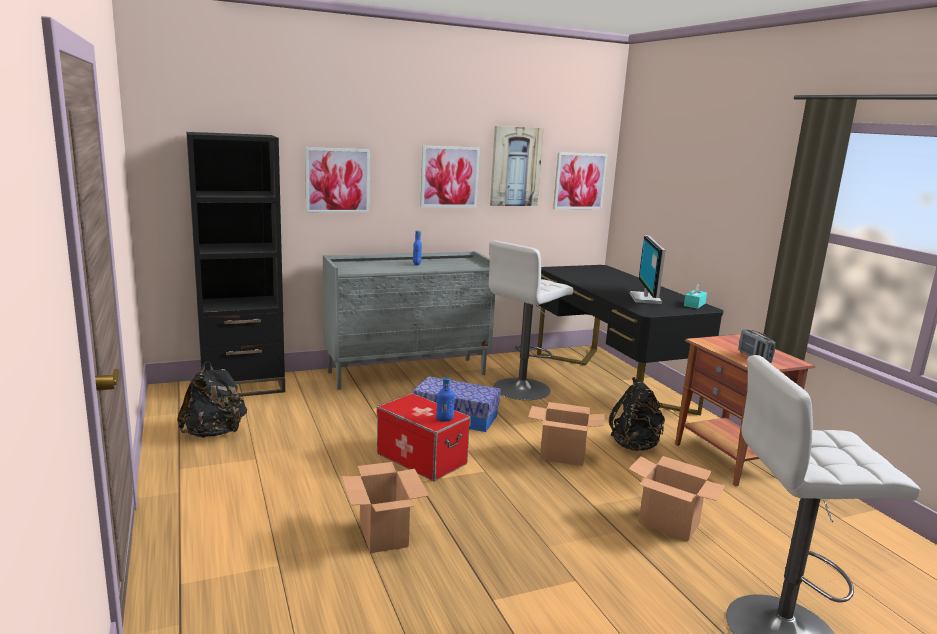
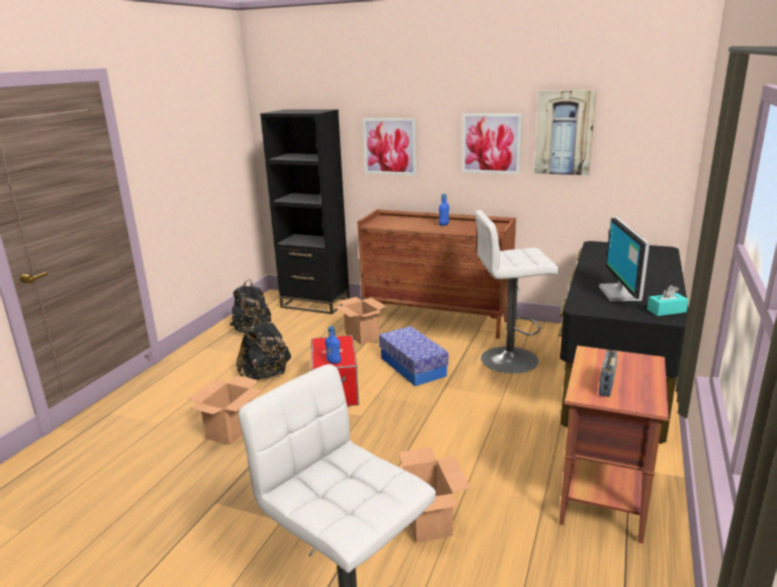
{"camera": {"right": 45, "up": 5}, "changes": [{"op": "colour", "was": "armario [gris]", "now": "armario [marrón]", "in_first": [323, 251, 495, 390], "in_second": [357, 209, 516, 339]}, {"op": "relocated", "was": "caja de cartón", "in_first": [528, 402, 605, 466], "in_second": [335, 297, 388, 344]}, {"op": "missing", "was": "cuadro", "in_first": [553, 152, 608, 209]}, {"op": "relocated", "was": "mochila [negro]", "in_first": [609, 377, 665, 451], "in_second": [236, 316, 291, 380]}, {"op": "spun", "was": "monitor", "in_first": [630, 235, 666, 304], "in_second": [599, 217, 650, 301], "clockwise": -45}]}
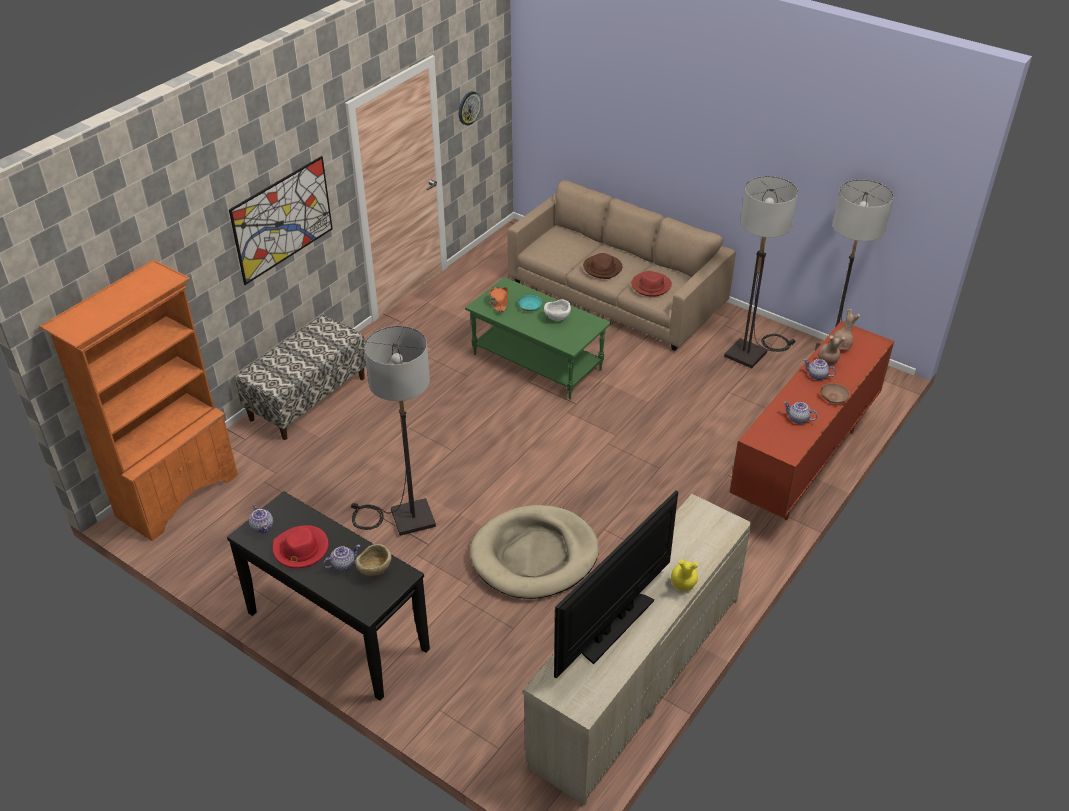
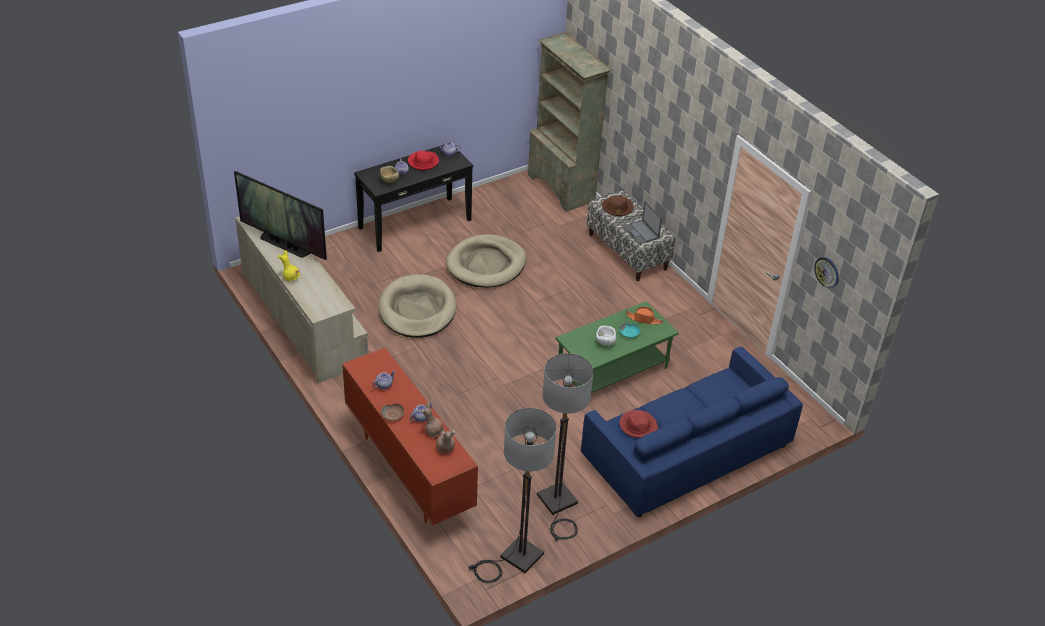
{"camera": {"right": 110, "up": 0}, "changes": [{"op": "colour", "was": "estantería [naranja]", "now": "estantería [verde]", "in_first": [39, 260, 238, 541], "in_second": [528, 32, 612, 212]}, {"op": "missing", "was": "cuadro", "in_first": [229, 156, 333, 285]}, {"op": "exchanged", "was": "lámpara de pie", "now": "cama para perro [beis]", "in_first": [351, 326, 436, 536], "in_second": [446, 234, 526, 288]}, {"op": "colour", "was": "sofá [beis]", "now": "sofá [azul]", "in_first": [507, 180, 736, 351], "in_second": [581, 347, 803, 517]}, {"op": "spun", "was": "televisor", "in_first": [554, 490, 678, 679], "in_second": [234, 171, 327, 260], "clockwise": 150}, {"op": "relocated", "was": "sombrero [marrón]", "in_first": [583, 253, 622, 279], "in_second": [601, 195, 634, 216]}, {"op": "appeared", "now": "portátil", "in_second": [623, 201, 662, 244]}]}
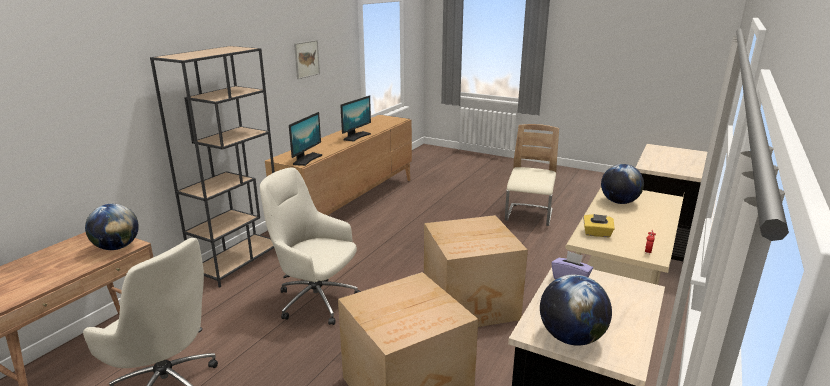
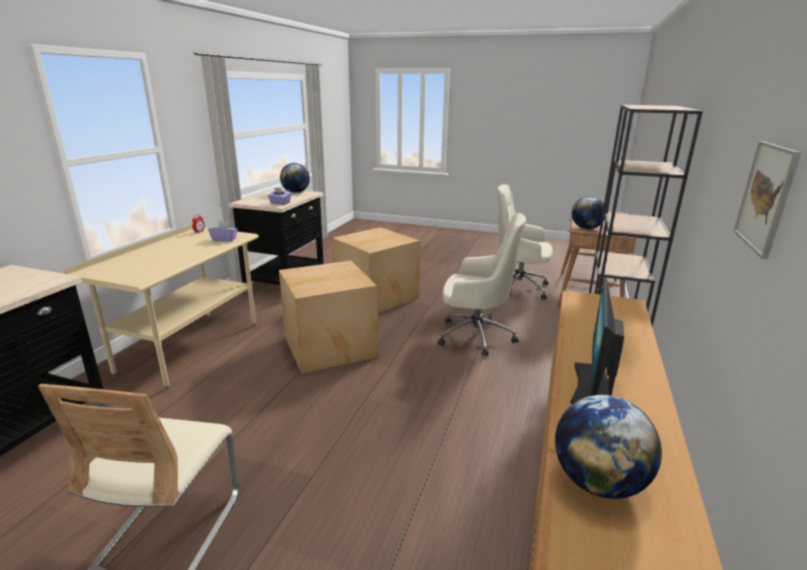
{"camera": {"right": 170, "up": 0}, "changes": [{"op": "missing", "was": "monitor", "in_first": [289, 112, 322, 166]}, {"op": "colour", "was": "caja de pañuelos [amarillo]", "now": "caja de pañuelos [morado]", "in_first": [583, 214, 615, 237], "in_second": [208, 221, 238, 242]}, {"op": "relocated", "was": "globo terráqueo", "in_first": [601, 164, 644, 204], "in_second": [555, 395, 662, 499]}]}
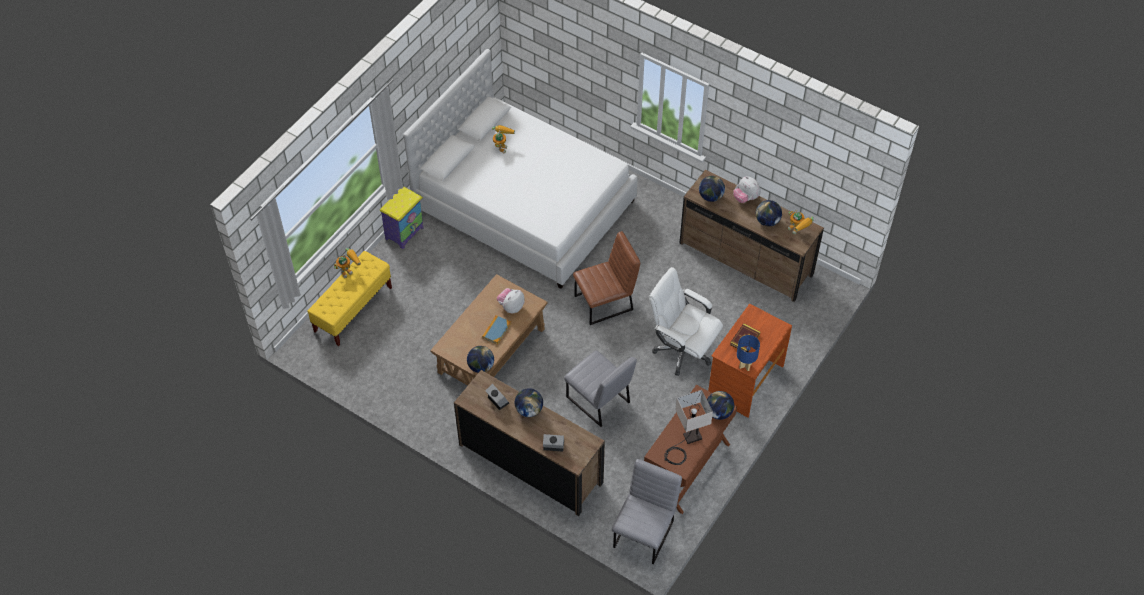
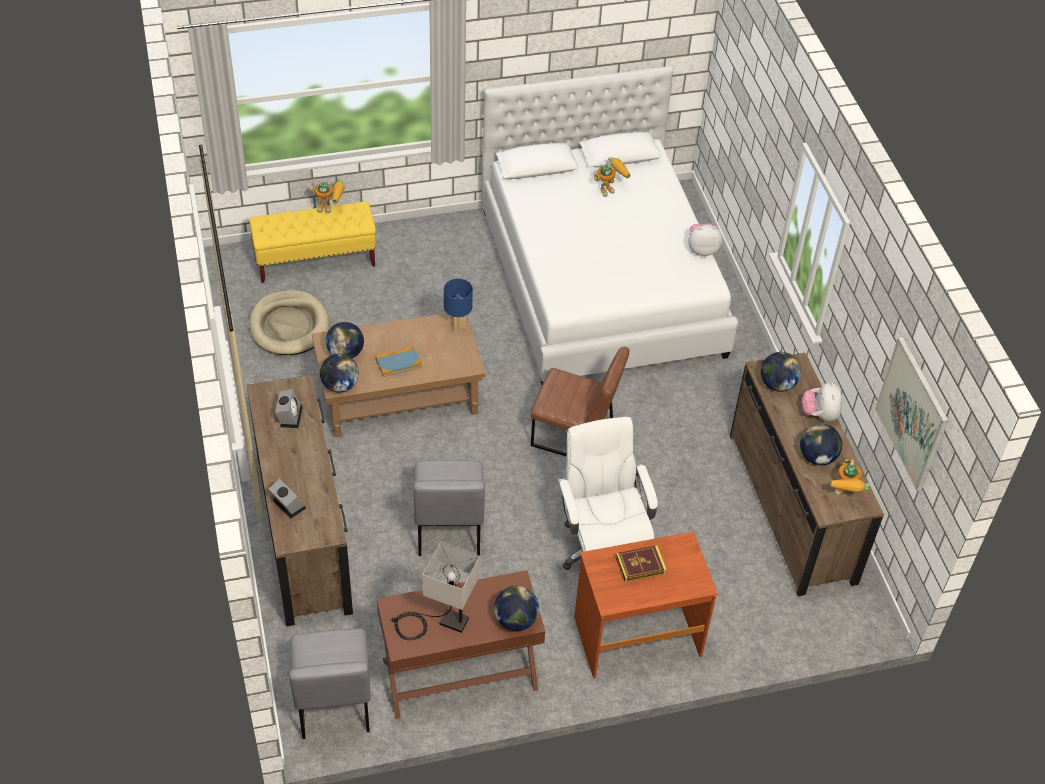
{"camera": {"right": 40, "up": -5}, "changes": [{"op": "missing", "was": "mesita de noche", "in_first": [380, 186, 423, 249]}, {"op": "relocated", "was": "peluche", "in_first": [497, 288, 525, 313], "in_second": [688, 223, 723, 256]}, {"op": "relocated", "was": "globo terráqueo", "in_first": [515, 388, 543, 417], "in_second": [326, 322, 364, 358]}, {"op": "spun", "was": "silla [gris]", "in_first": [612, 459, 682, 564], "in_second": [289, 628, 371, 739], "clockwise": 105}, {"op": "relocated", "was": "lámpara de mesa [azul]", "in_first": [737, 335, 760, 371], "in_second": [444, 278, 473, 332]}, {"op": "appeared", "now": "cama para perro [beis]", "in_second": [249, 290, 329, 355]}, {"op": "appeared", "now": "cuadro", "in_second": [875, 337, 949, 491]}]}
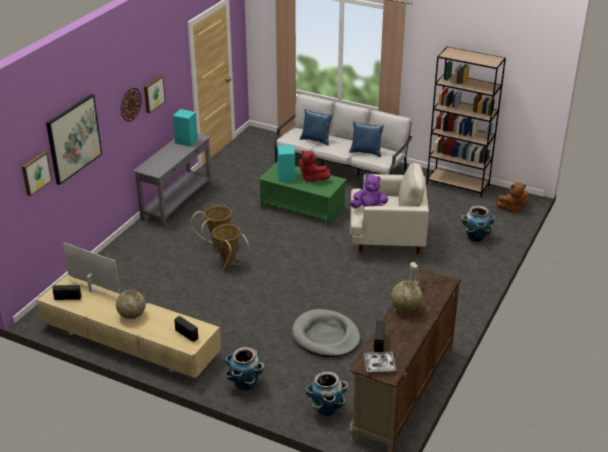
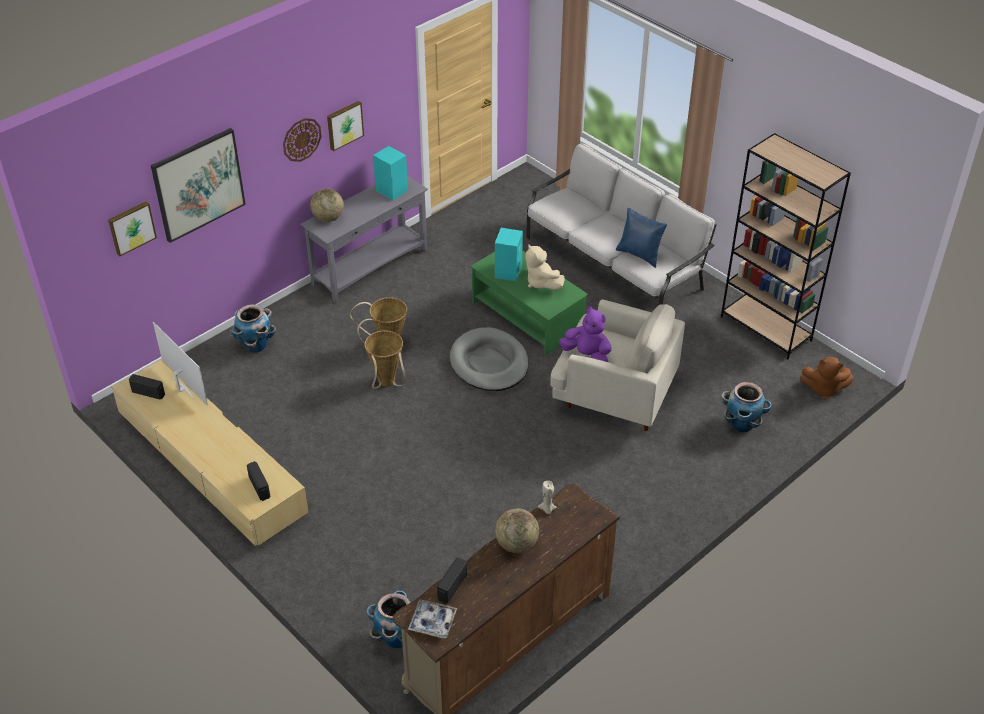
{"camera": {"right": 20, "up": 10}, "changes": [{"op": "relocated", "was": "globo terráqueo", "in_first": [116, 290, 146, 319], "in_second": [310, 188, 344, 222]}, {"op": "relocated", "was": "maceta", "in_first": [225, 347, 265, 391], "in_second": [230, 304, 276, 353]}, {"op": "relocated", "was": "cama para perro [gris]", "in_first": [292, 309, 360, 357], "in_second": [450, 327, 528, 391]}, {"op": "colour", "was": "peluche [rojo]", "now": "peluche [beis]", "in_first": [299, 150, 330, 183], "in_second": [525, 245, 565, 290]}, {"op": "missing", "was": "cojín [azul]", "in_first": [300, 109, 333, 146]}]}
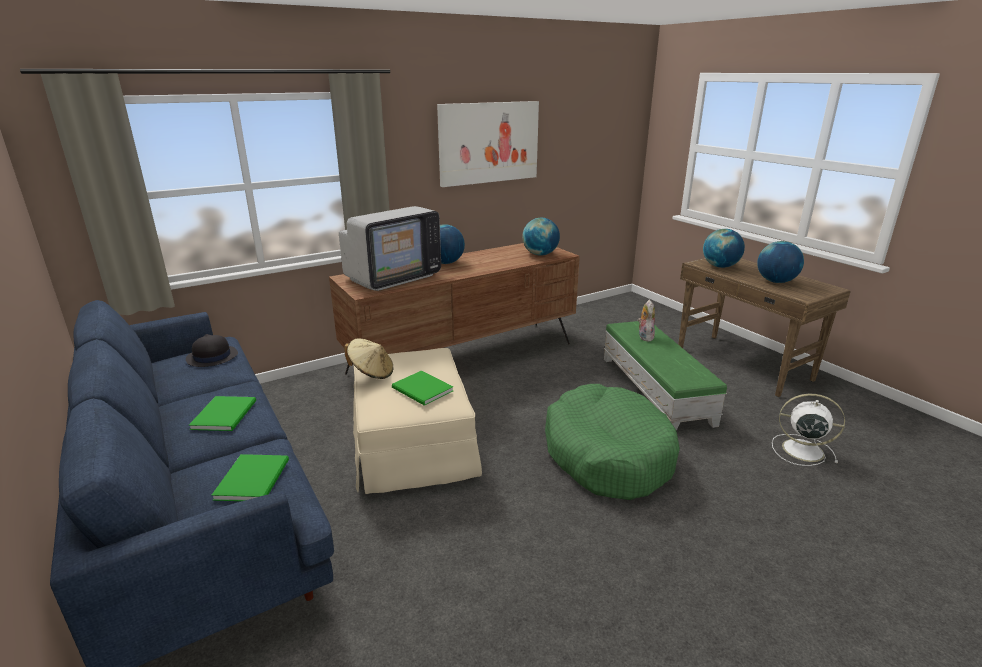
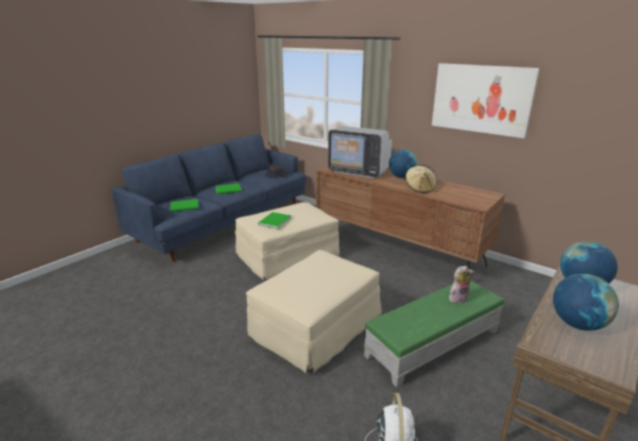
{"camera": {"right": 70, "up": 0}, "changes": [{"op": "relocated", "was": "sombrero [beis]", "in_first": [344, 338, 394, 379], "in_second": [405, 166, 437, 193]}, {"op": "missing", "was": "globo terráqueo", "in_first": [522, 218, 560, 256]}, {"op": "exchanged", "was": "cama para perro [verde]", "now": "puf [beis]", "in_first": [545, 384, 680, 500], "in_second": [246, 250, 382, 374]}]}
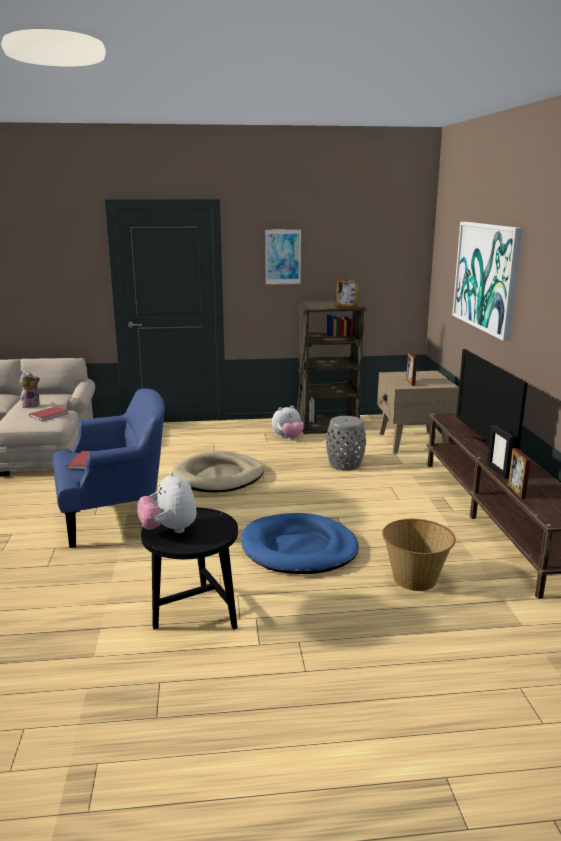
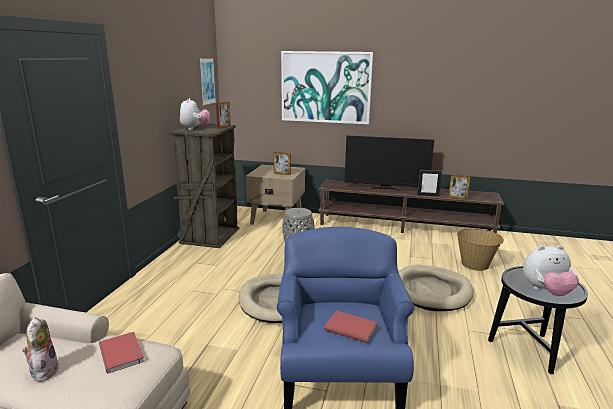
{"camera": {"right": -70, "up": 0}, "changes": [{"op": "colour", "was": "cama para perro [azul]", "now": "cama para perro [beis]", "in_first": [241, 513, 359, 574], "in_second": [398, 265, 473, 311]}, {"op": "relocated", "was": "cuadro", "in_first": [265, 229, 301, 285], "in_second": [199, 58, 216, 106]}, {"op": "relocated", "was": "peluche", "in_first": [272, 406, 304, 438], "in_second": [180, 98, 210, 130]}]}
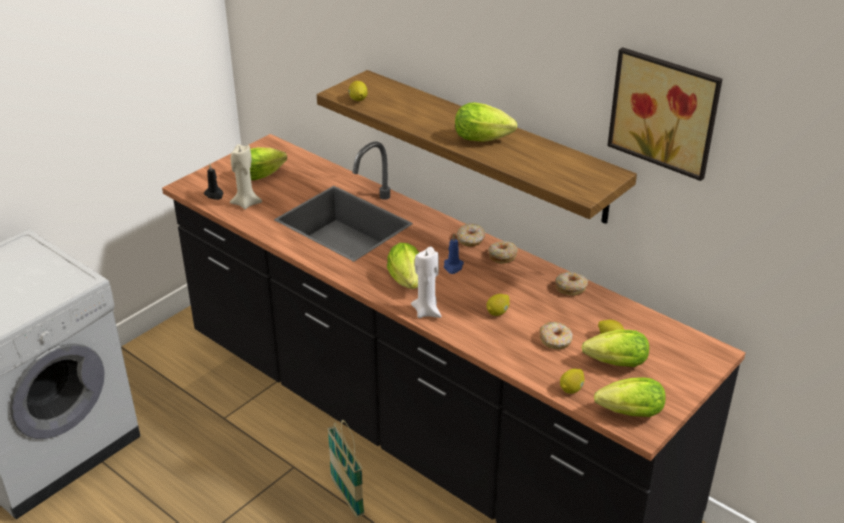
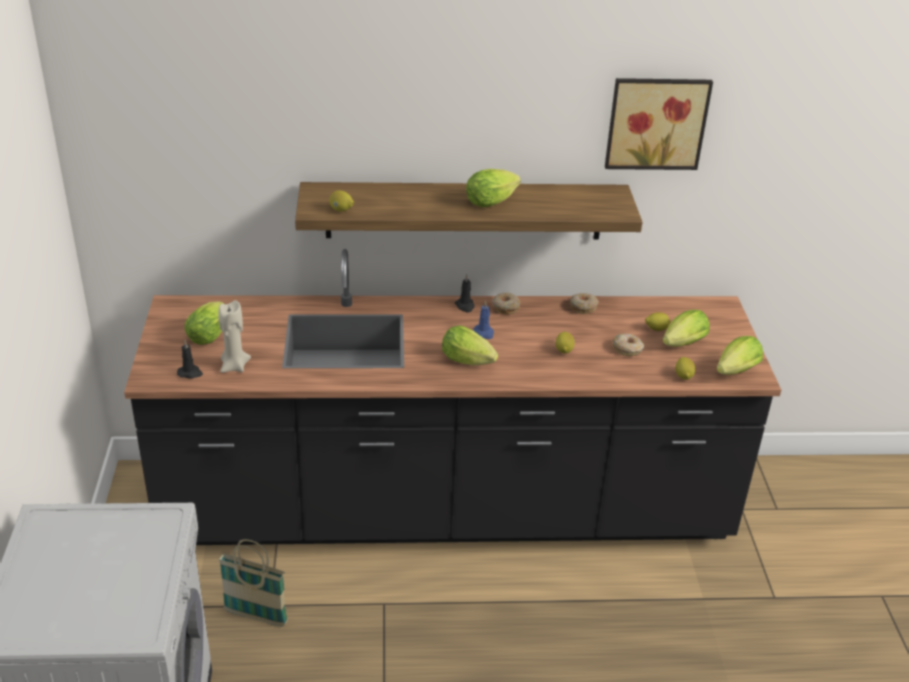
{"camera": {"right": -45, "up": 0}, "changes": [{"op": "relocated", "was": "cesta", "in_first": [327, 420, 365, 517], "in_second": [219, 539, 288, 627]}, {"op": "missing", "was": "vela [blanco]", "in_first": [411, 246, 441, 318]}, {"op": "exchanged", "was": "rosquilla", "now": "vela [negro]", "in_first": [456, 224, 485, 246], "in_second": [455, 274, 475, 312]}]}
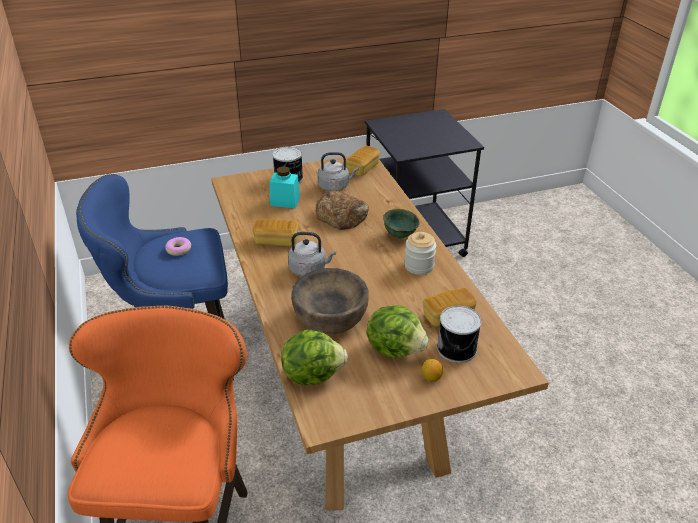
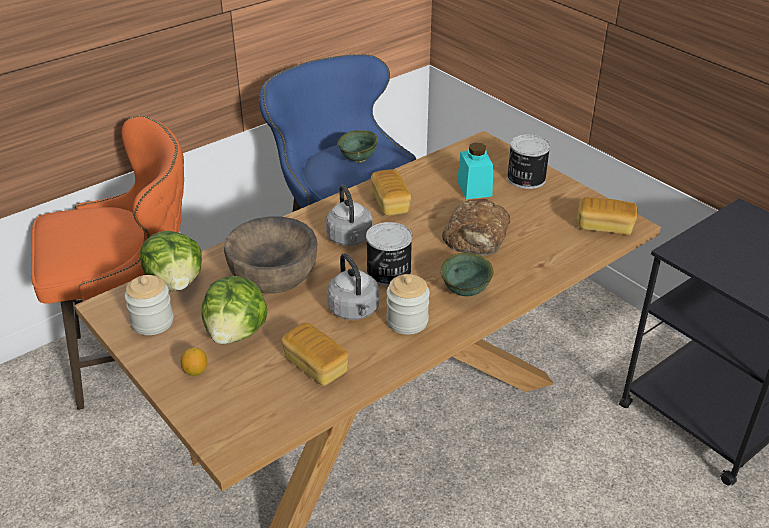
{"camera": {"right": 70, "up": 0}, "changes": [{"op": "exchanged", "was": "rosquilla", "now": "cuenco [verde]", "in_first": [165, 237, 192, 256], "in_second": [337, 130, 378, 163]}, {"op": "relocated", "was": "hervidor [gris]", "in_first": [317, 152, 359, 191], "in_second": [327, 253, 379, 320]}, {"op": "relocated", "was": "lata", "in_first": [437, 306, 482, 363], "in_second": [366, 222, 412, 286]}, {"op": "appeared", "now": "tarro", "in_second": [125, 275, 174, 335]}]}
